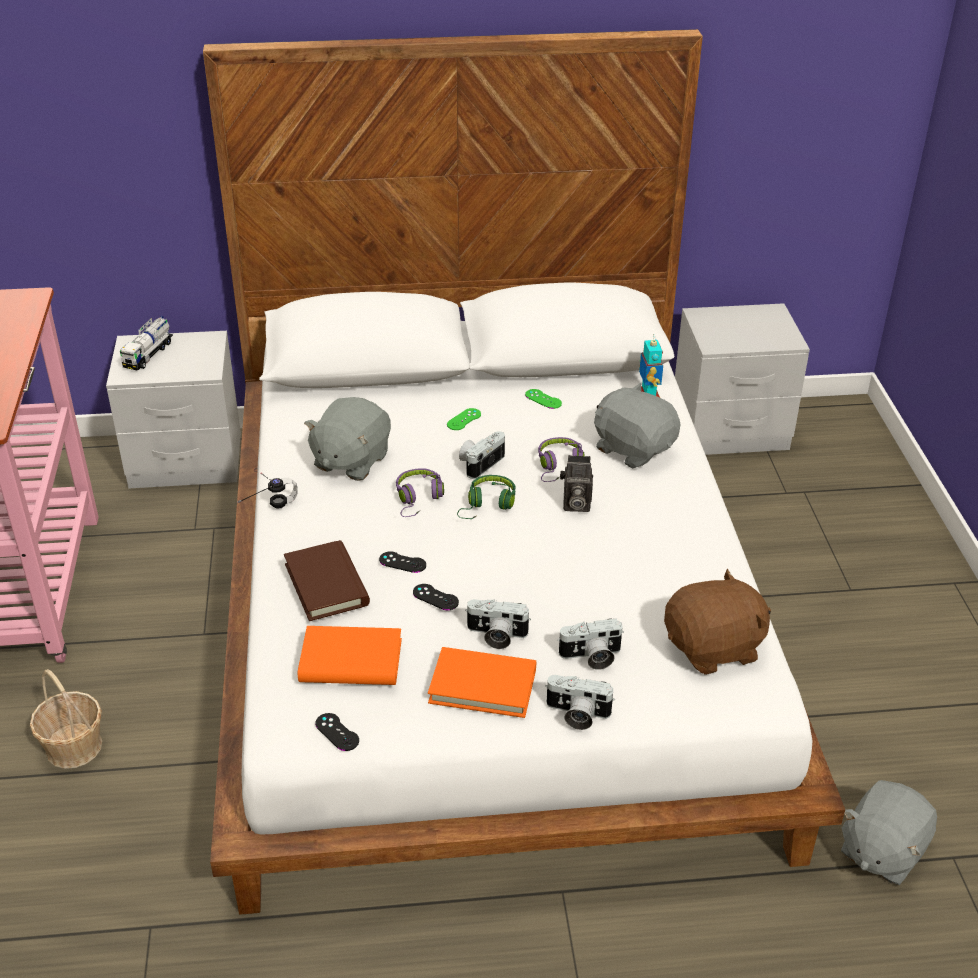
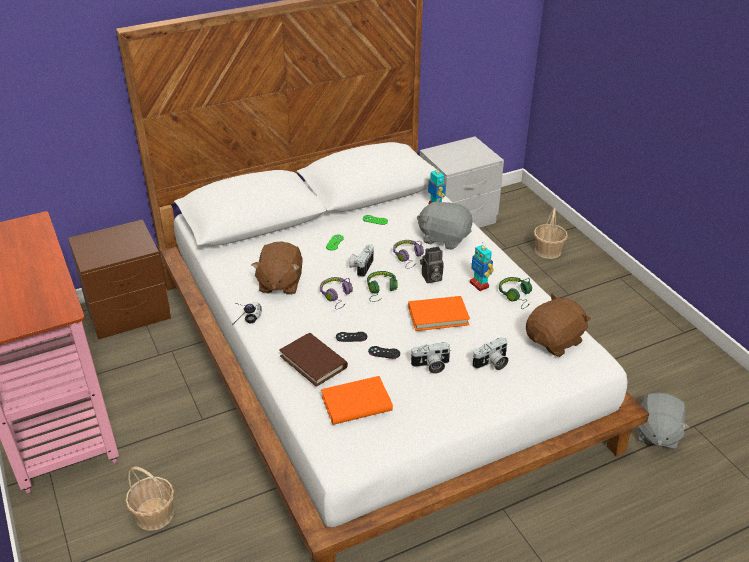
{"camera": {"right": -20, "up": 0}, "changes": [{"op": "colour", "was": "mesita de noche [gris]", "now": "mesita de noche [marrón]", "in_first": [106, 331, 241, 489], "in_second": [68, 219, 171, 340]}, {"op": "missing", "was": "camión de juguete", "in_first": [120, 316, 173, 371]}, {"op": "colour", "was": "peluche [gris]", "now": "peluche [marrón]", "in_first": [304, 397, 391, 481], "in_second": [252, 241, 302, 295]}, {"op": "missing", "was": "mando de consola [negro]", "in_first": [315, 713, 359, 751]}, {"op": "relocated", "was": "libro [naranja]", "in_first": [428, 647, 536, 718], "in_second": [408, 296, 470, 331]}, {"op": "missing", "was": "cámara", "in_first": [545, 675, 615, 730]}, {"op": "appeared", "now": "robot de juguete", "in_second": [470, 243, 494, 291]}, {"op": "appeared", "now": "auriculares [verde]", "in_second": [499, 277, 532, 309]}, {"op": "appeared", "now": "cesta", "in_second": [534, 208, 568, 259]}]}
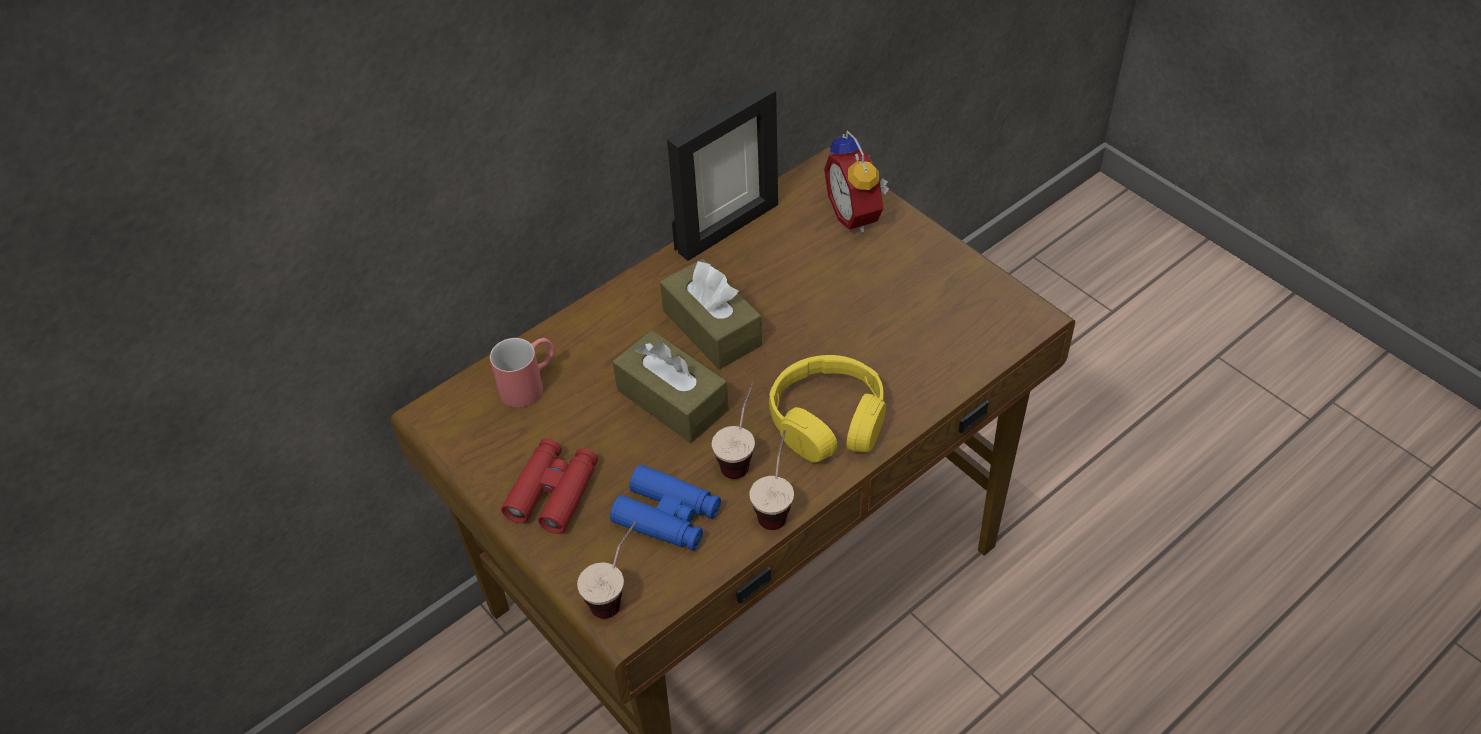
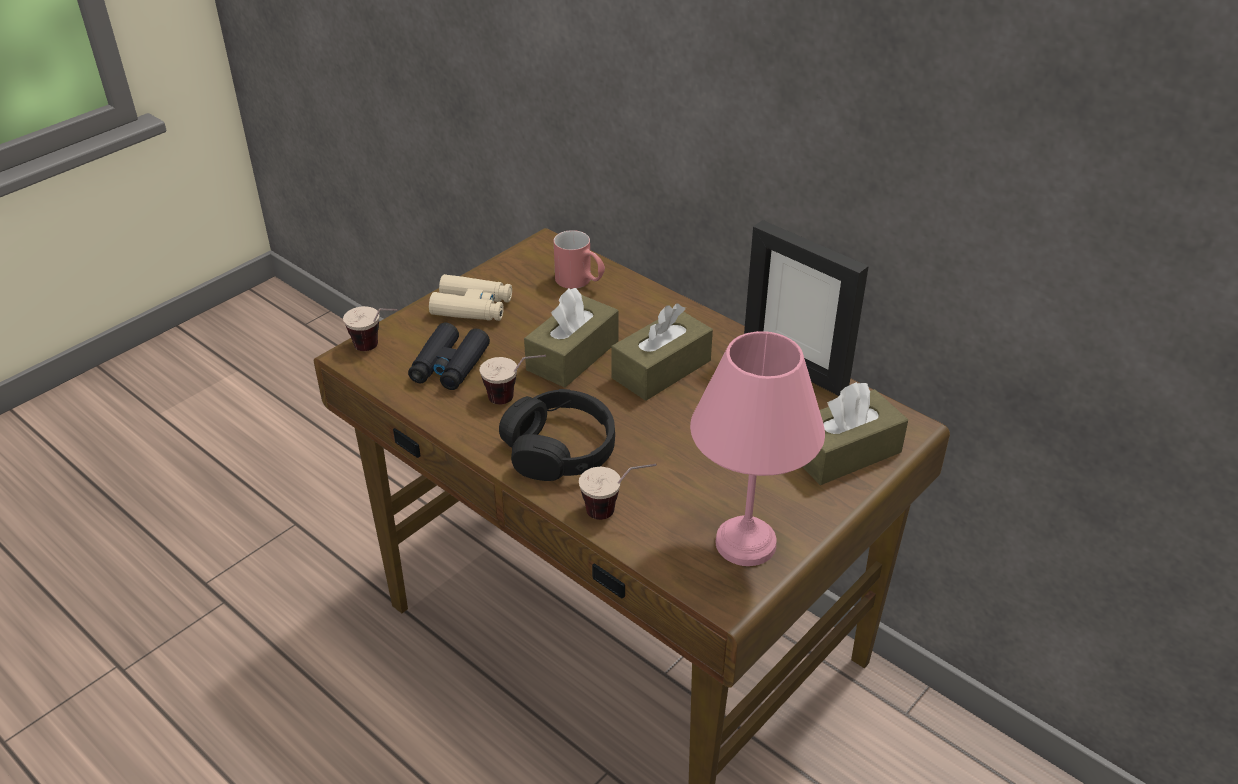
{"camera": {"right": 80, "up": -10}, "changes": [{"op": "colour", "was": "prismáticos [rojo]", "now": "prismáticos [beis]", "in_first": [501, 438, 598, 534], "in_second": [429, 274, 512, 321]}, {"op": "colour", "was": "prismáticos [azul]", "now": "prismáticos [negro]", "in_first": [610, 465, 721, 551], "in_second": [408, 322, 490, 390]}, {"op": "relocated", "was": "taza", "in_first": [750, 430, 794, 530], "in_second": [579, 464, 657, 520]}, {"op": "colour", "was": "auriculares [amarillo]", "now": "auriculares [negro]", "in_first": [769, 355, 886, 462], "in_second": [499, 389, 615, 481]}, {"op": "exchanged", "was": "despertador", "now": "caja de pañuelos [marrón]", "in_first": [824, 131, 889, 233], "in_second": [803, 382, 908, 485]}, {"op": "appeared", "now": "lámpara de mesa [rosa]", "in_second": [690, 331, 825, 566]}]}
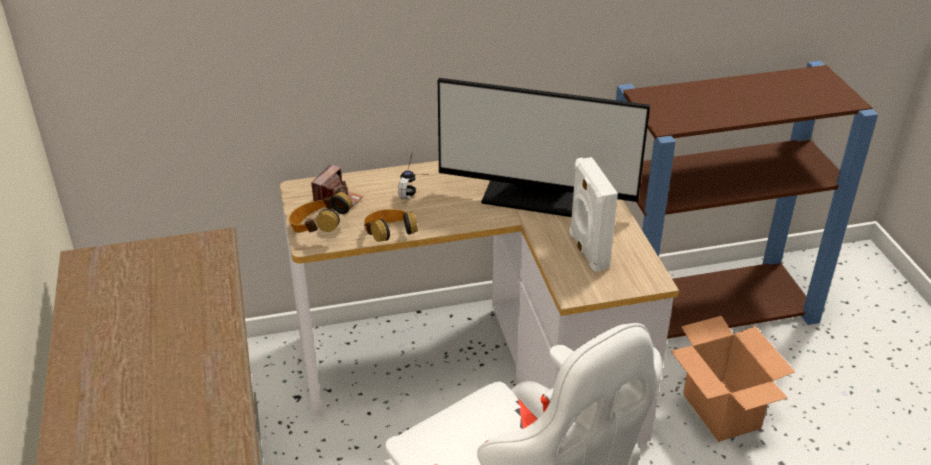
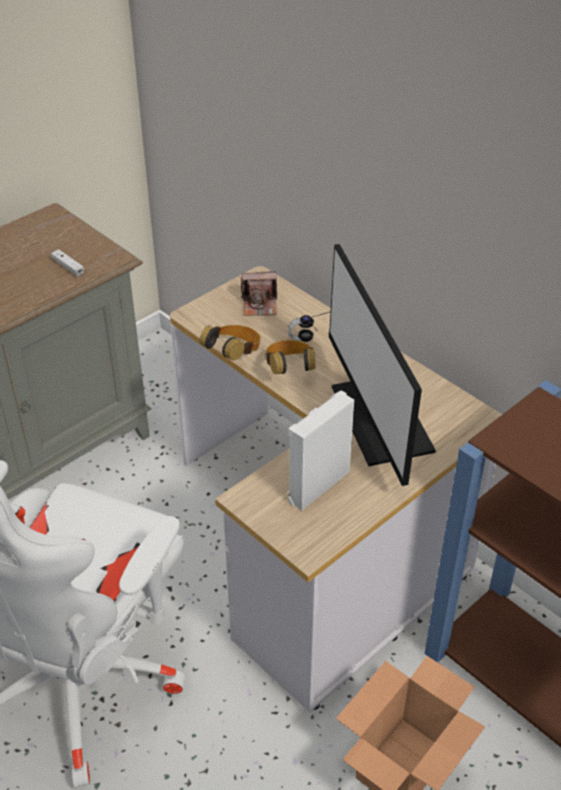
{"camera": {"right": 60, "up": 5}, "changes": [{"op": "relocated", "was": "auriculares", "in_first": [289, 192, 352, 233], "in_second": [265, 340, 316, 374]}, {"op": "appeared", "now": "mando de consola [blanco]", "in_second": [51, 249, 84, 276]}]}
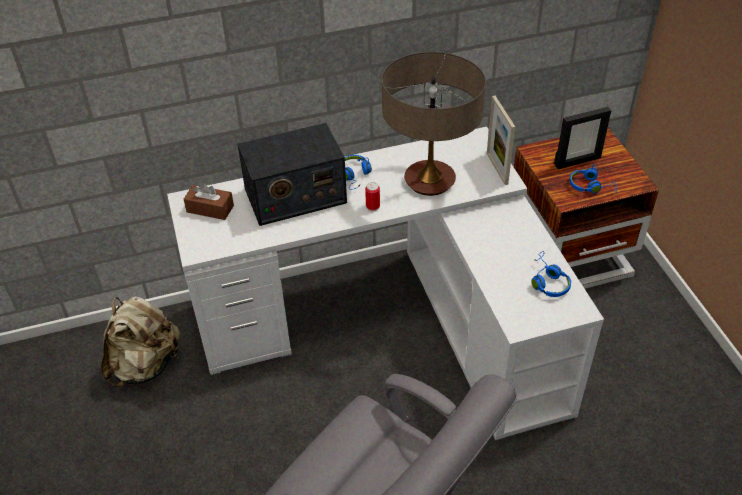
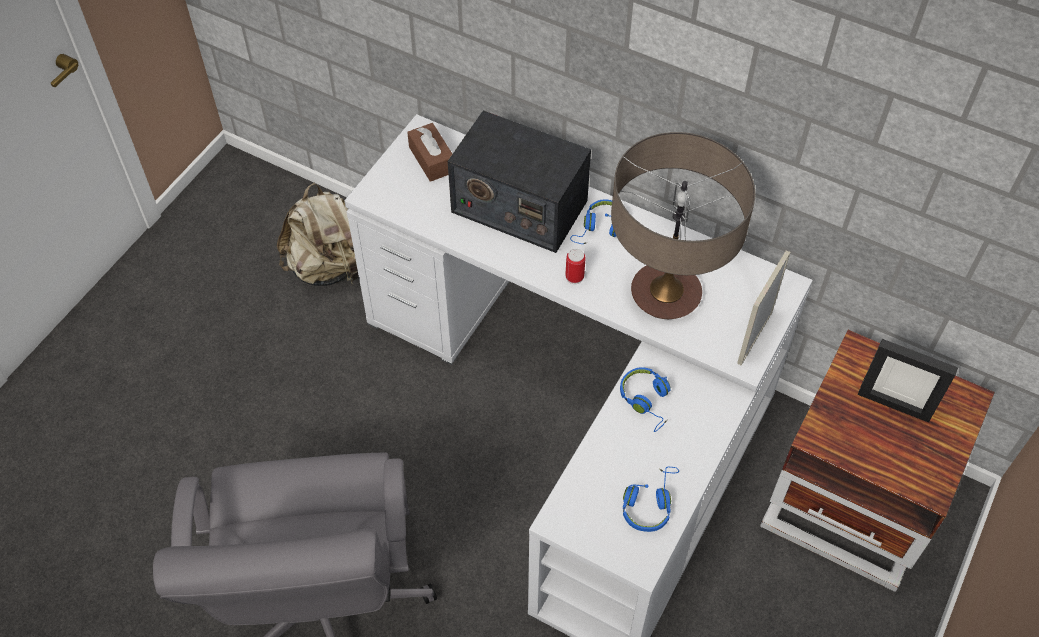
{"camera": {"right": 45, "up": 10}, "changes": [{"op": "relocated", "was": "auriculares [azul]", "in_first": [570, 164, 617, 193], "in_second": [620, 367, 670, 432]}]}
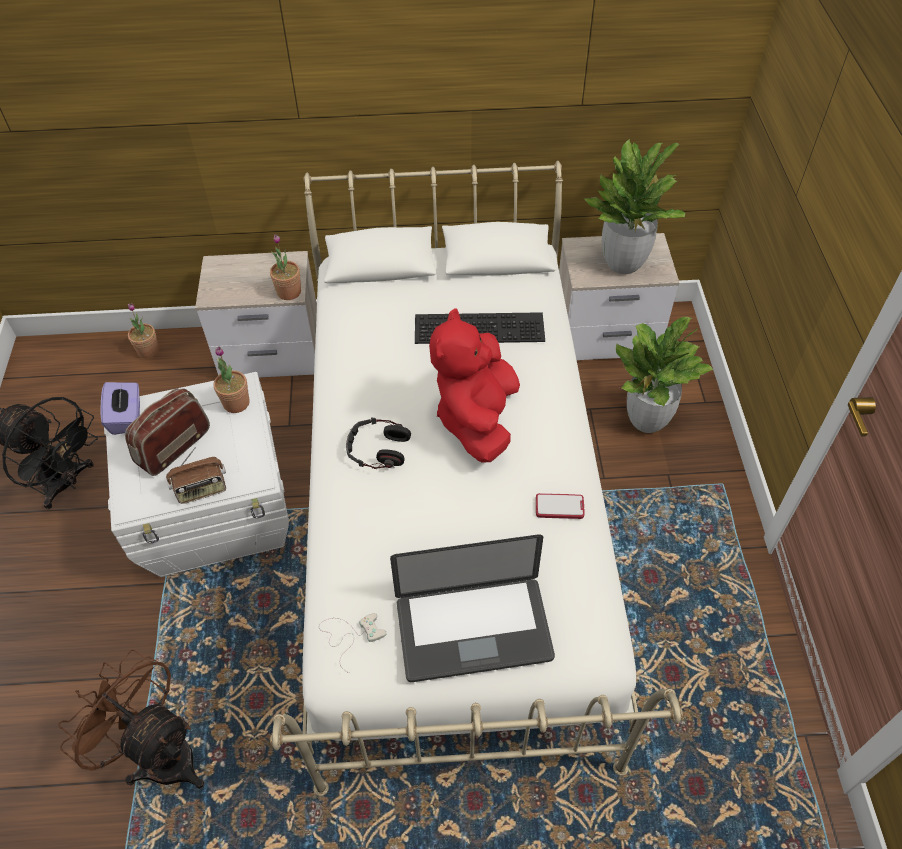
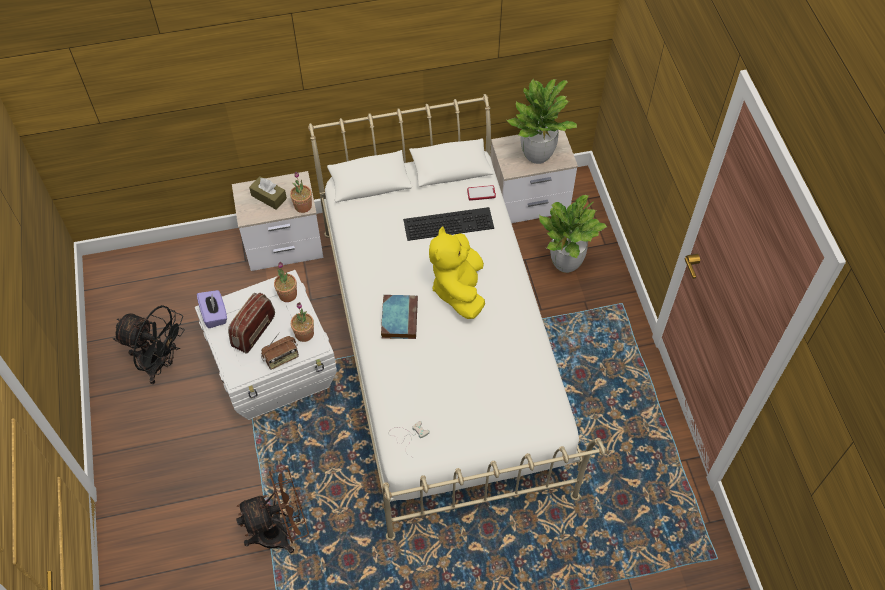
{"camera": {"right": -10, "up": 5}, "changes": [{"op": "spun", "was": "ventilador [marrón]", "in_first": [59, 649, 205, 789], "in_second": [236, 467, 309, 553], "clockwise": 135}, {"op": "relocated", "was": "planta en maceta", "in_first": [128, 303, 159, 358], "in_second": [291, 302, 314, 342]}, {"op": "exchanged", "was": "auriculares", "now": "libro", "in_first": [346, 418, 411, 469], "in_second": [381, 295, 418, 339]}, {"op": "missing", "was": "portátil", "in_first": [390, 534, 555, 682]}, {"op": "colour", "was": "peluche [rojo]", "now": "peluche [amarillo]", "in_first": [429, 308, 520, 463], "in_second": [429, 227, 485, 319]}, {"op": "relocated", "was": "móvil", "in_first": [536, 493, 585, 519], "in_second": [467, 185, 496, 201]}, {"op": "appeared", "now": "caja de pañuelos [marrón]", "in_second": [249, 176, 287, 210]}]}
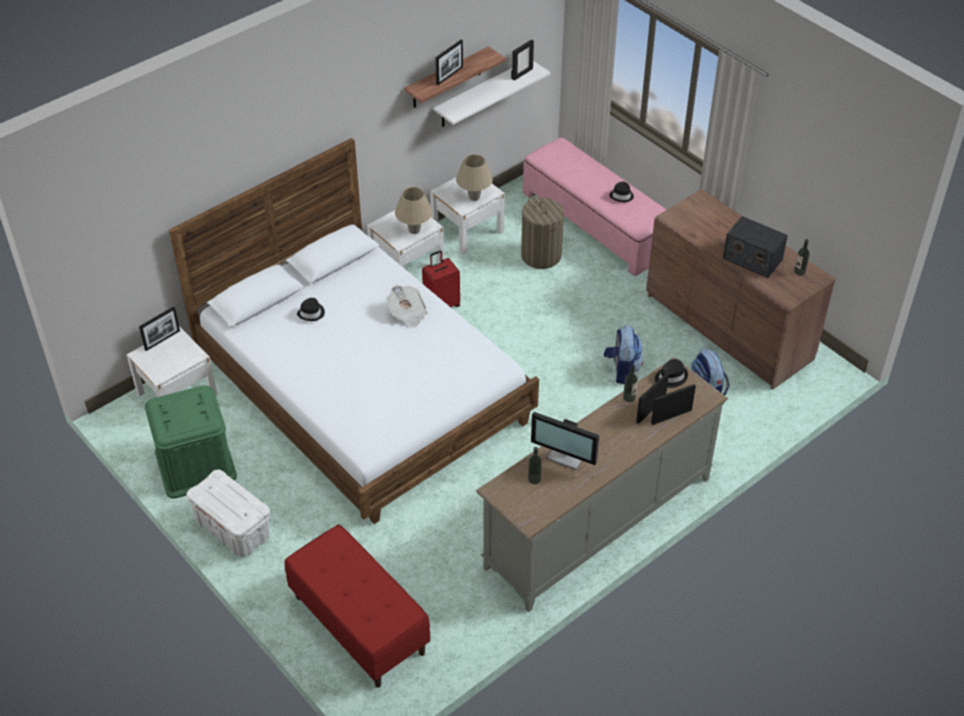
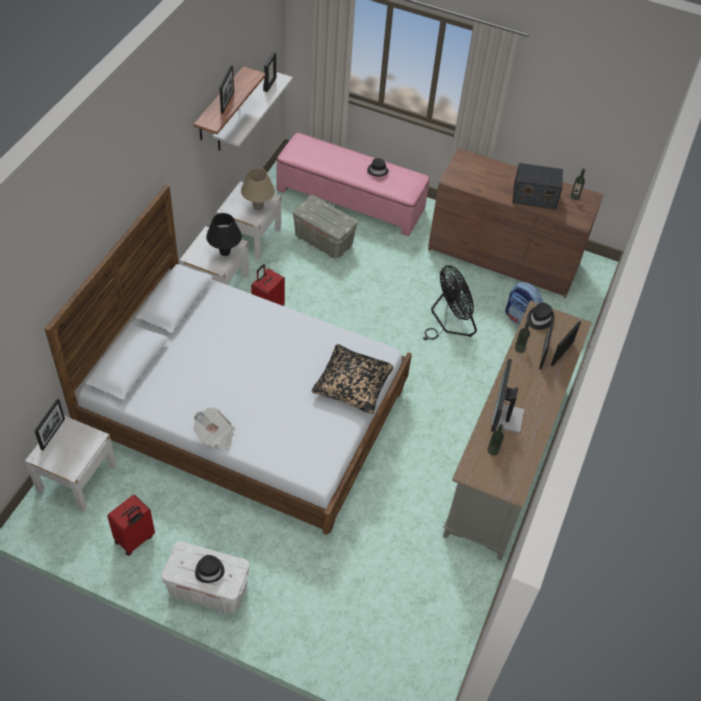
{"camera": {"right": -30, "up": 5}, "changes": [{"op": "exchanged", "was": "caja de almacenaje [verde]", "now": "maleta [rojo]", "in_first": [145, 385, 237, 499], "in_second": [107, 494, 155, 556]}, {"op": "missing", "was": "banco [rojo]", "in_first": [285, 525, 430, 688]}, {"op": "relocated", "was": "sombrero [negro]", "in_first": [297, 298, 325, 321], "in_second": [195, 555, 224, 583]}, {"op": "relocated", "was": "periódico", "in_first": [387, 285, 428, 328], "in_second": [193, 408, 235, 449]}, {"op": "colour", "was": "lámpara de mesa [beis]", "now": "lámpara de mesa [negro]", "in_first": [395, 187, 433, 234], "in_second": [206, 213, 242, 256]}, {"op": "exchanged", "was": "cesto de la ropa", "now": "caja de almacenaje [gris]", "in_first": [521, 197, 564, 269], "in_second": [293, 196, 357, 258]}, {"op": "spun", "was": "monitor", "in_first": [531, 412, 599, 470], "in_second": [491, 359, 525, 434], "clockwise": 105}, {"op": "exchanged", "was": "mochila", "now": "ventilador [negro]", "in_first": [604, 326, 643, 384], "in_second": [422, 266, 477, 340]}, {"op": "appeared", "now": "cojín [negro]", "in_second": [311, 344, 393, 414]}]}
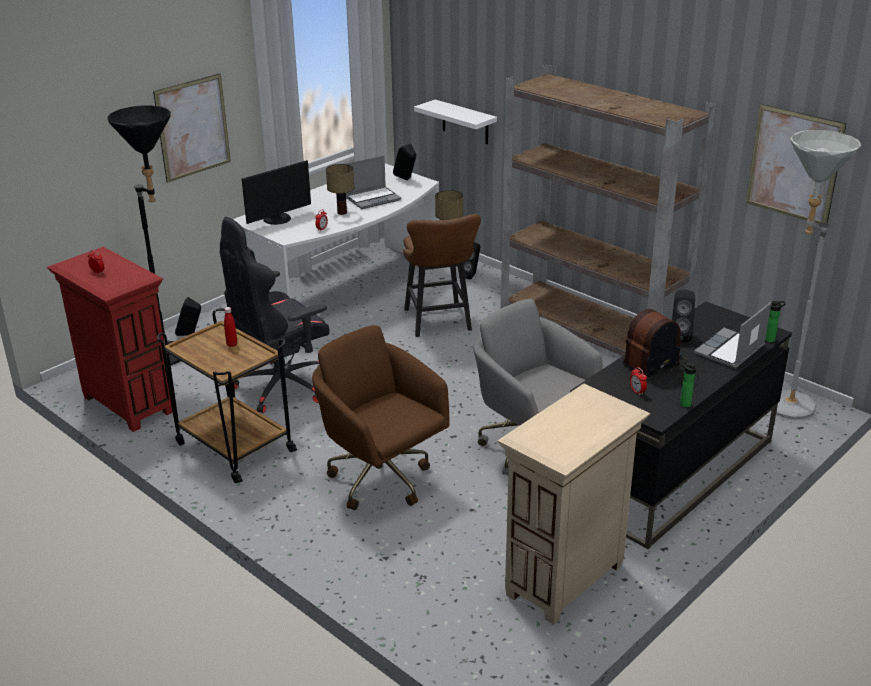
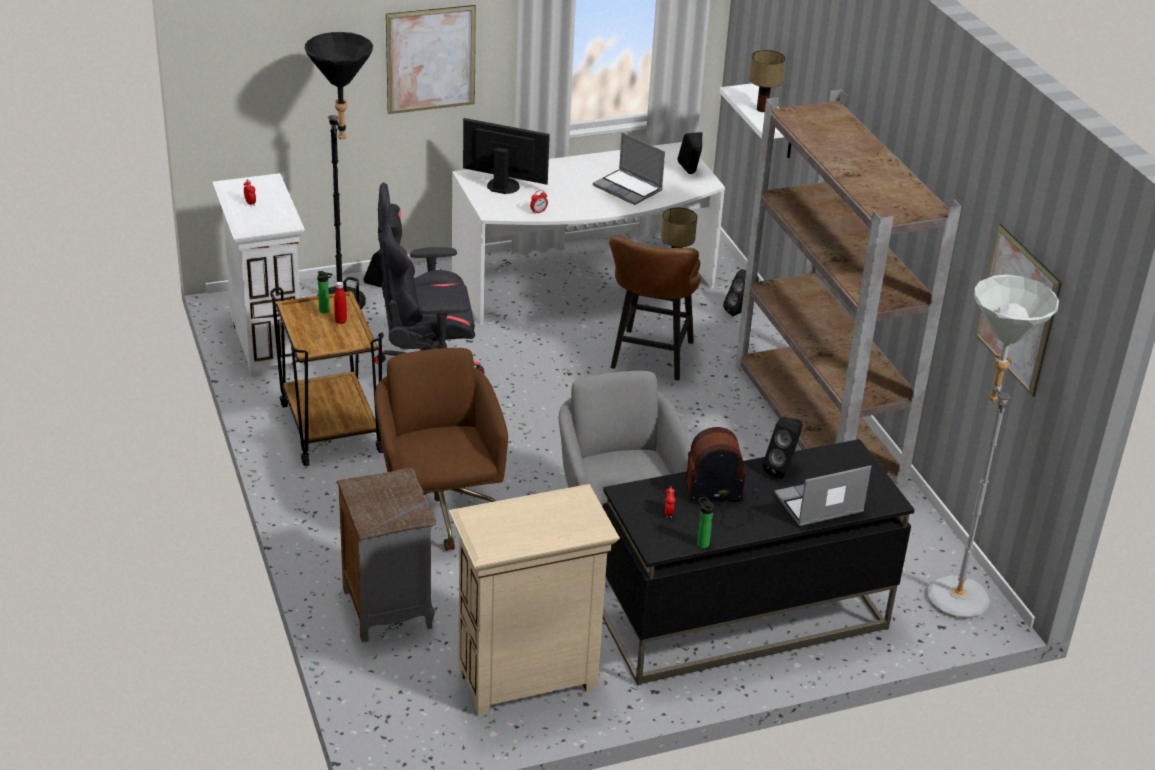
{"camera": {"right": 25, "up": 5}, "changes": [{"op": "colour", "was": "armario [rojo]", "now": "armario [blanco]", "in_first": [47, 247, 173, 432], "in_second": [212, 173, 305, 377]}, {"op": "spun", "was": "monitor", "in_first": [242, 160, 311, 225], "in_second": [463, 118, 550, 194], "clockwise": -150}, {"op": "relocated", "was": "lámpara de mesa", "in_first": [326, 164, 354, 215], "in_second": [749, 50, 785, 112]}, {"op": "spun", "was": "portátil", "in_first": [346, 155, 401, 209], "in_second": [593, 133, 665, 205], "clockwise": 45}, {"op": "relocated", "was": "botella", "in_first": [765, 301, 786, 342], "in_second": [317, 271, 332, 313]}, {"op": "appeared", "now": "mesita de noche [gris]", "in_second": [337, 468, 436, 642]}]}
